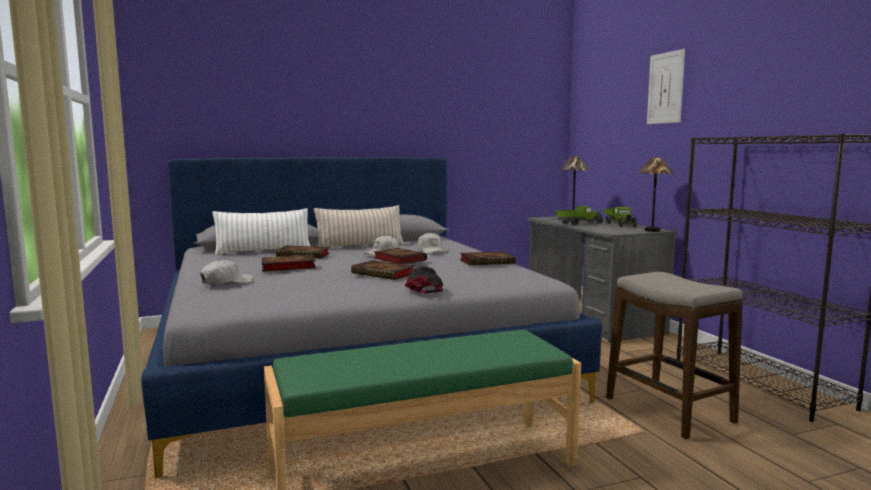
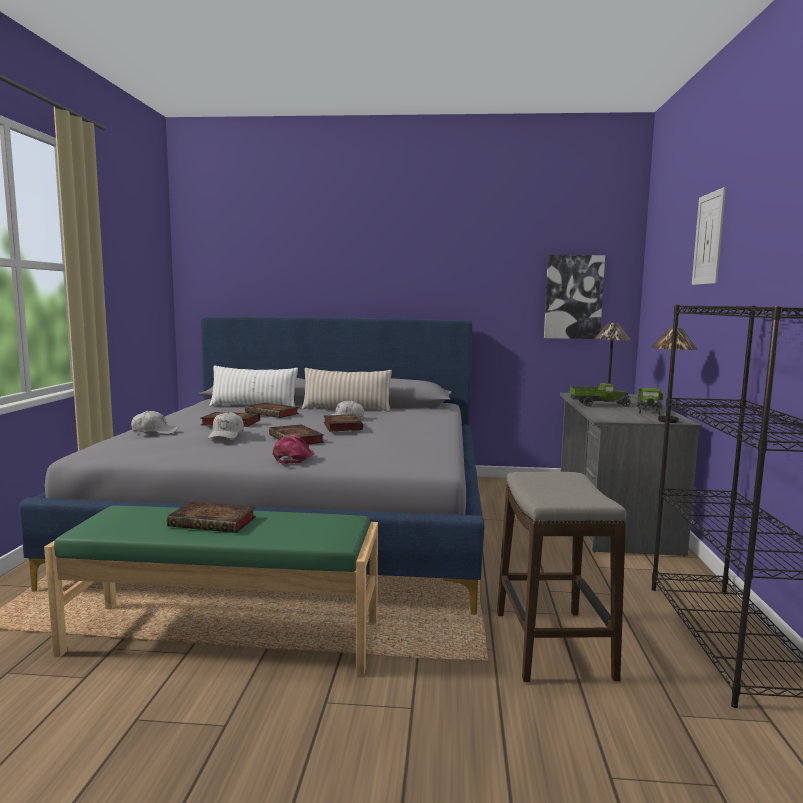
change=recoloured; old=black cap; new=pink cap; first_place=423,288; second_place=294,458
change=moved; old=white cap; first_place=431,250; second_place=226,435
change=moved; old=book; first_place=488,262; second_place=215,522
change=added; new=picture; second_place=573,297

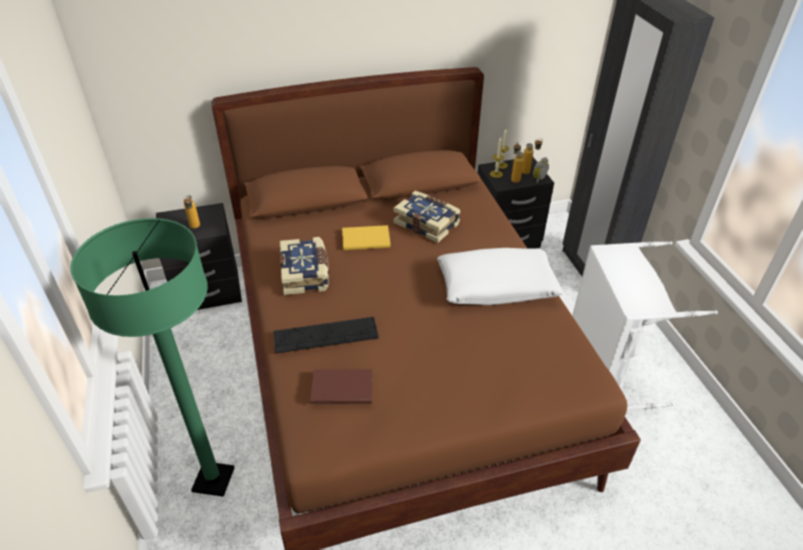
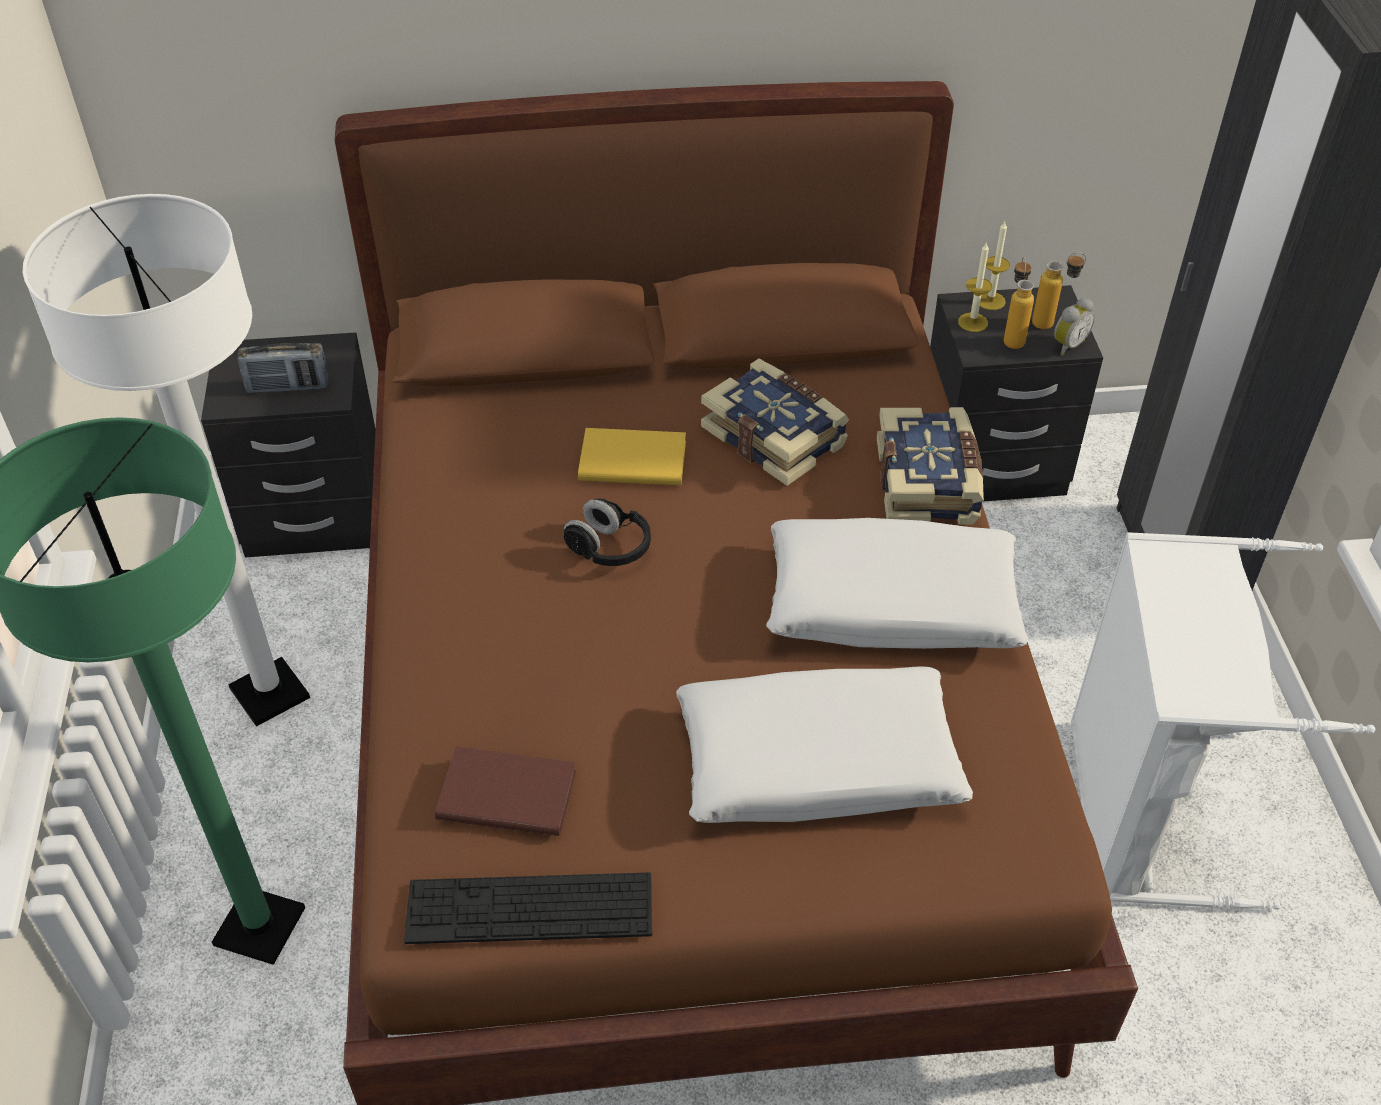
change=replaced; old=bottle; new=radio; first_place=195,228; second_place=288,387
change=moved; old=keyboard; first_place=326,335; second_place=529,908
change=moved; old=book; first_place=306,274; second_place=928,483
change=added; new=white floor lamp; second_place=270,694
change=added; new=black headphones; second_place=609,548
change=added; new=white pillow; second_place=818,763

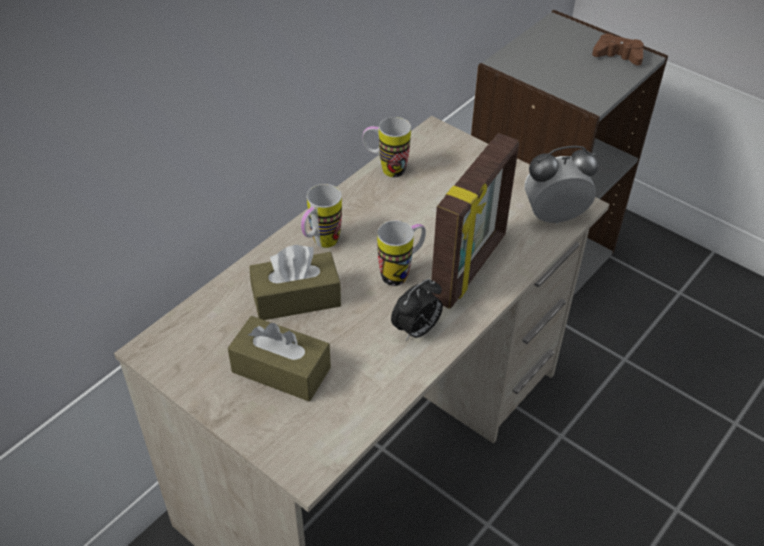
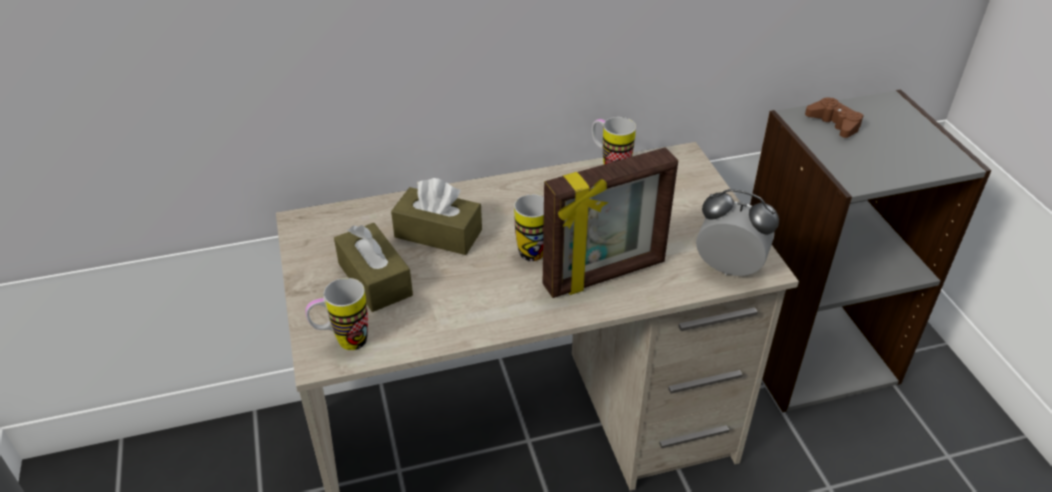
change=moved; old=mug; first_place=320,244; second_place=343,342
change=removed; old=alarm clock; first_place=416,330
change=moved; old=brown game controller; first_place=618,55; second_place=834,123

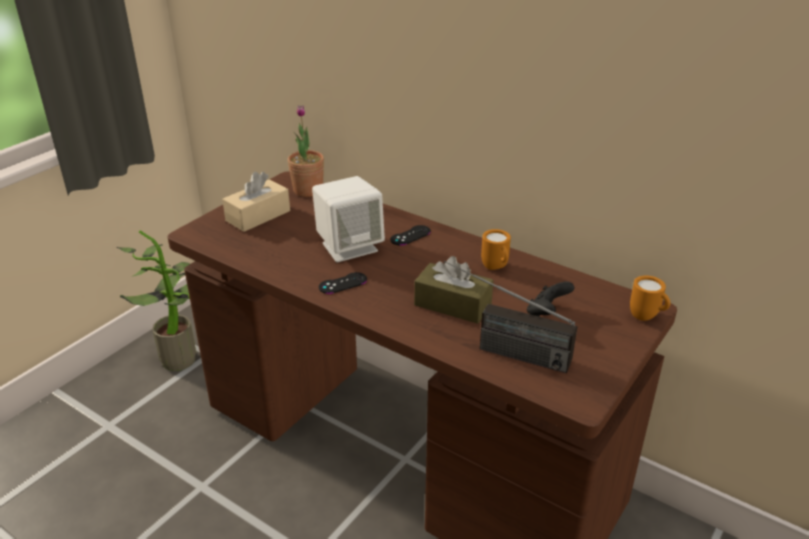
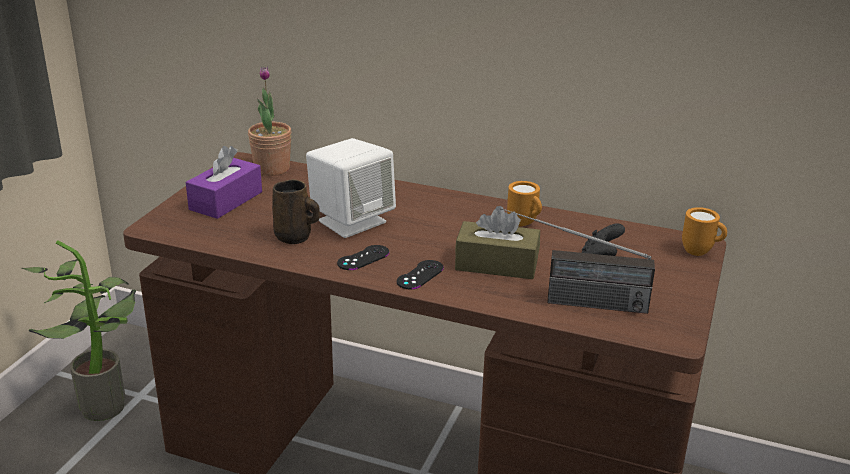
change=recoloured; old=beige tissue box; new=purple tissue box; first_place=258,216; second_place=226,201
change=moved; old=black game controller; first_place=410,235; second_place=420,275
change=added; new=brown mug; second_place=295,237

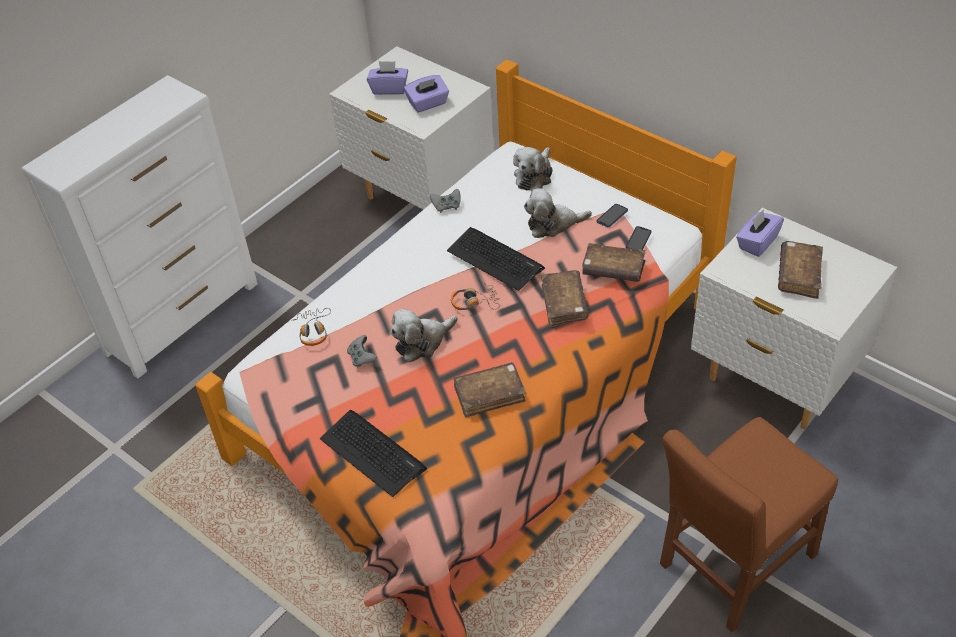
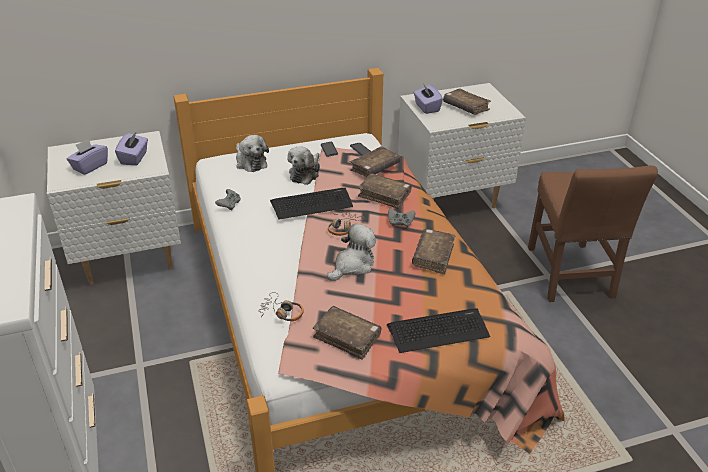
change=moved; old=grey game controller; first_place=362,358; second_place=400,223
change=turned; old=plush toy; first_place=422,342; second_place=352,265; degrees=-135
change=added; new=brown book; second_place=347,337

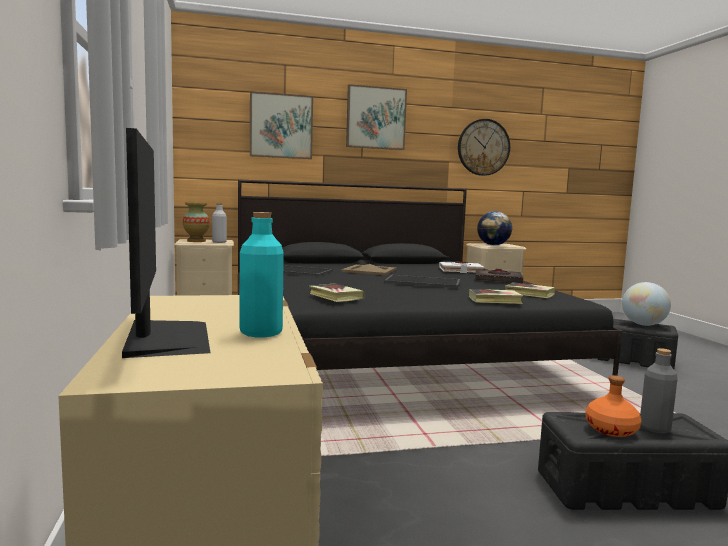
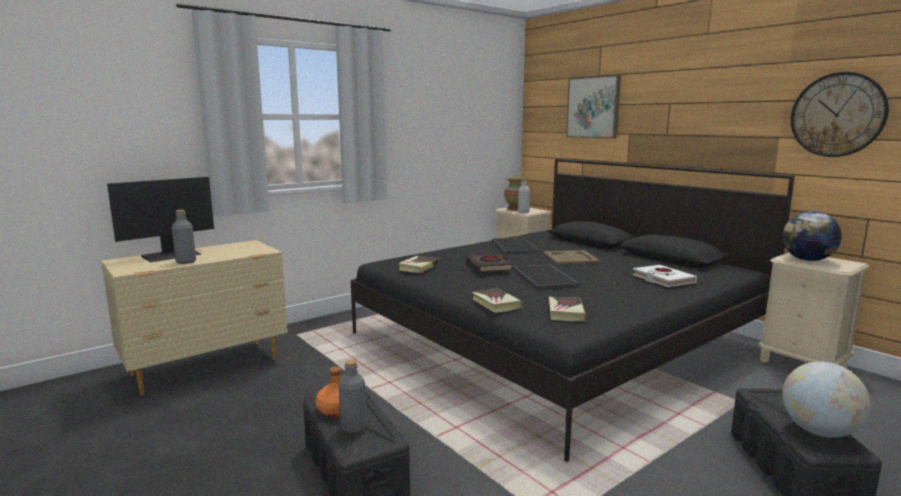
change=recoloured; old=turquoise bottle; new=grey bottle; first_place=261,332; second_place=186,262
change=removed; old=picture; first_place=376,118
change=moved; old=black book; first_place=498,280; second_place=489,266

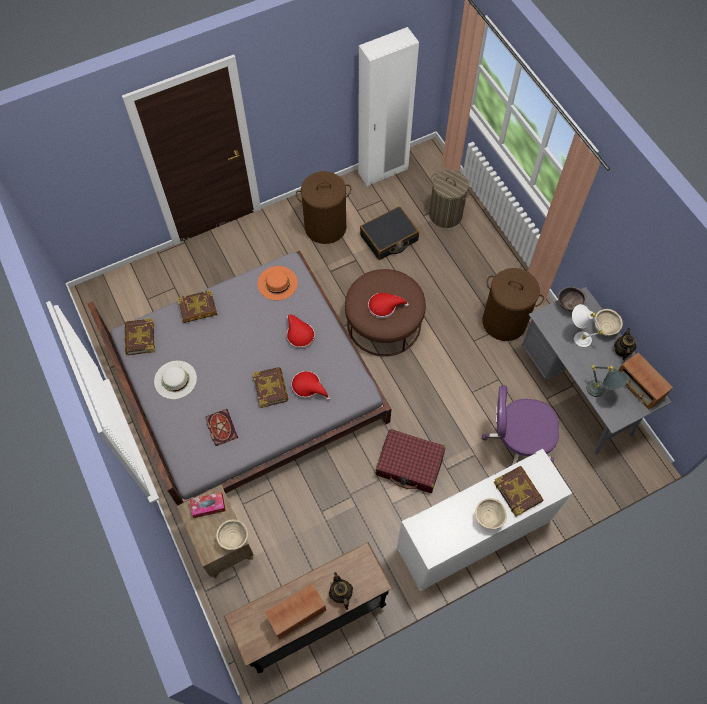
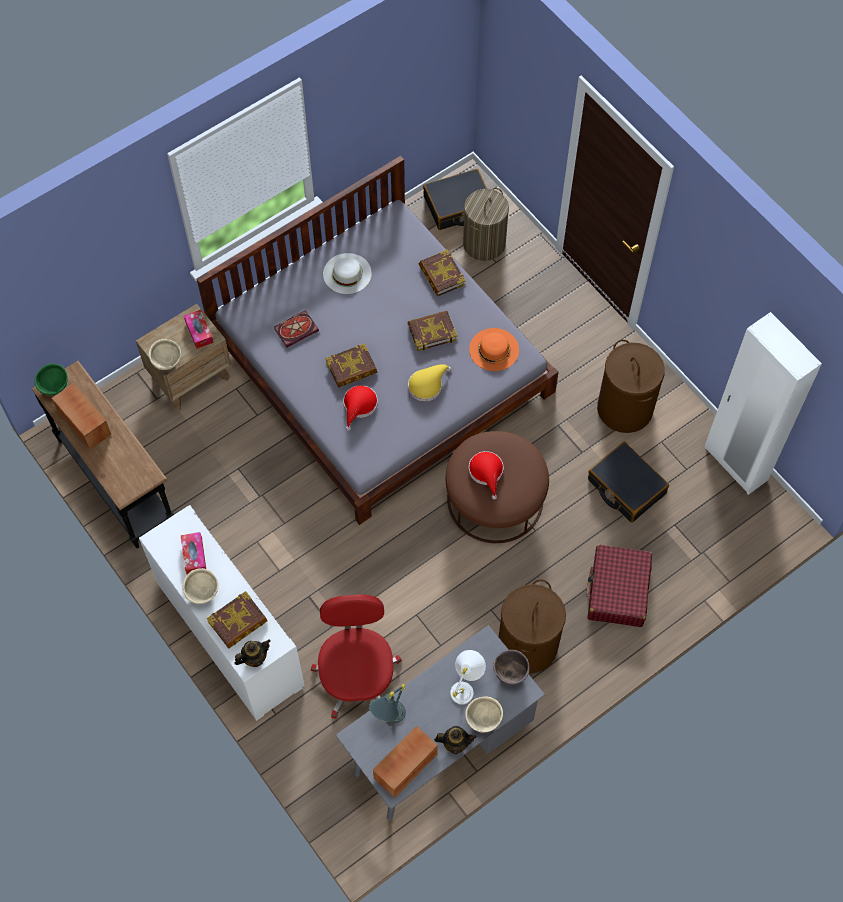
change=moved; old=book; first_place=140,338; second_place=432,332
change=recoloured; old=red hat; new=yellow hat; first_place=299,335; second_place=427,385
change=moved; old=teapot; first_place=341,594; second_place=254,658
change=moved; old=red suitcase; first_place=410,464; second_place=618,591
change=moved; old=laundry basket; first_place=445,214; second_place=484,243
change=recoloured; old=purple office chair; new=red office chair; first_place=517,441; second_place=357,675
change=added; new=green bowl; second_place=54,387
change=added; new=tissue box; second_place=194,556
change=added; new=black suitcase; second_place=458,206

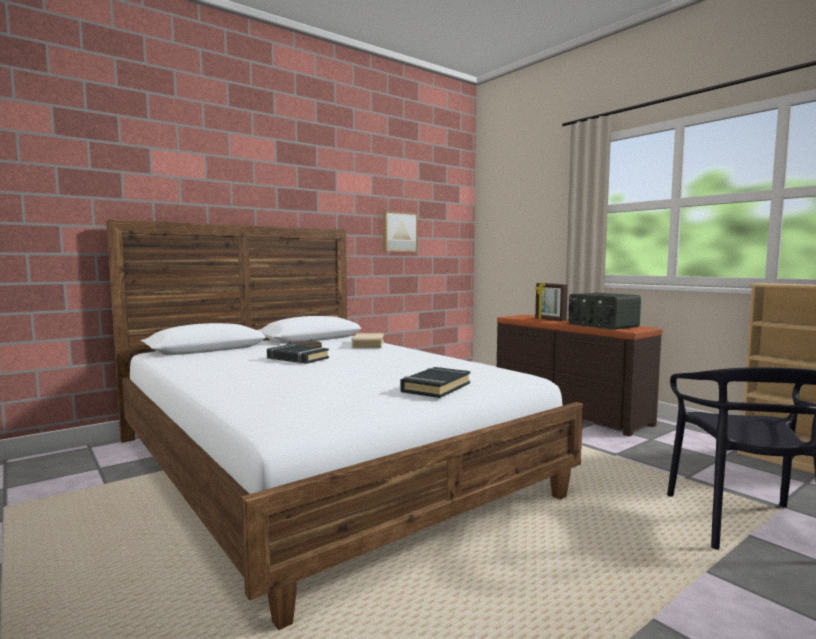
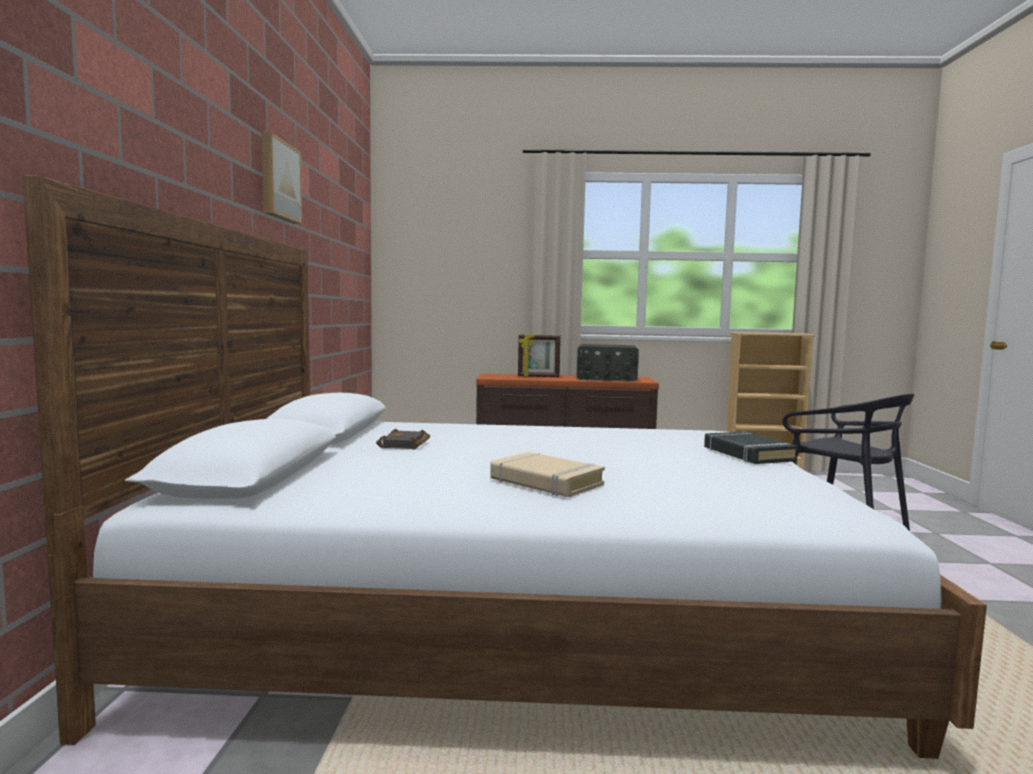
change=removed; old=black book; first_place=297,358
change=moved; old=beige book; first_place=368,344; second_place=545,482
change=moved; old=picture; first_place=399,232; second_place=278,180

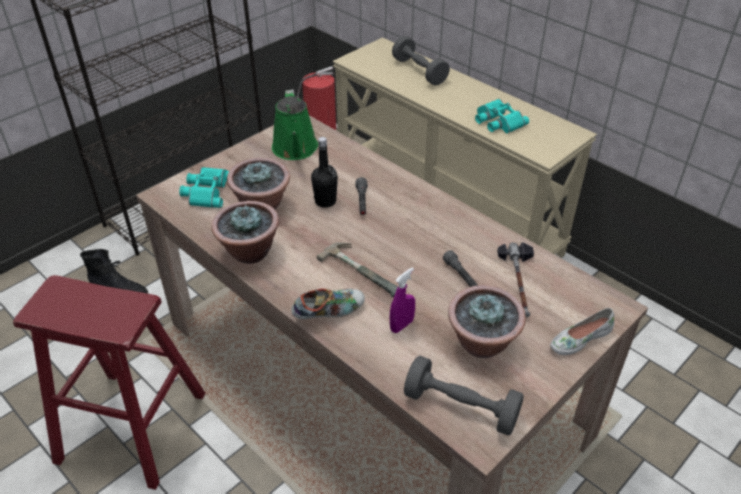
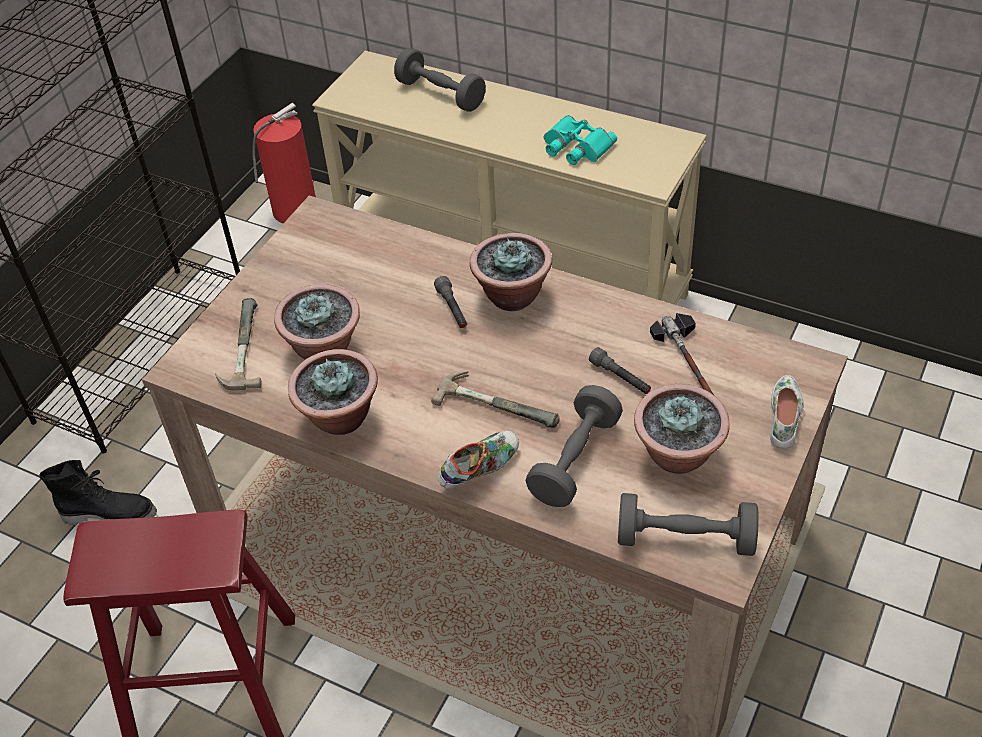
change=replaced; old=turquoise binoculars; new=hammer; first_place=206,191; second_place=238,348
change=removed; old=green watering can; first_place=295,150
change=removed; old=black bottle; first_place=325,201
change=replaced; old=purple spray bottle; new=grey dumbbell; first_place=401,325; second_place=575,460
change=turned; old=white shoe; first_place=579,338; second_place=785,417; degrees=150
change=added; new=potted plant; second_place=512,296

